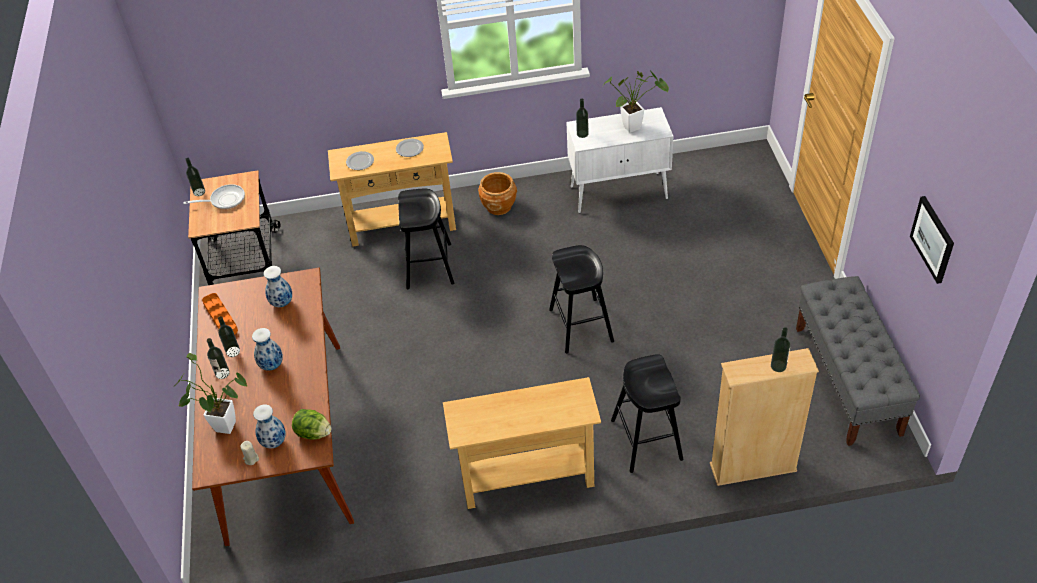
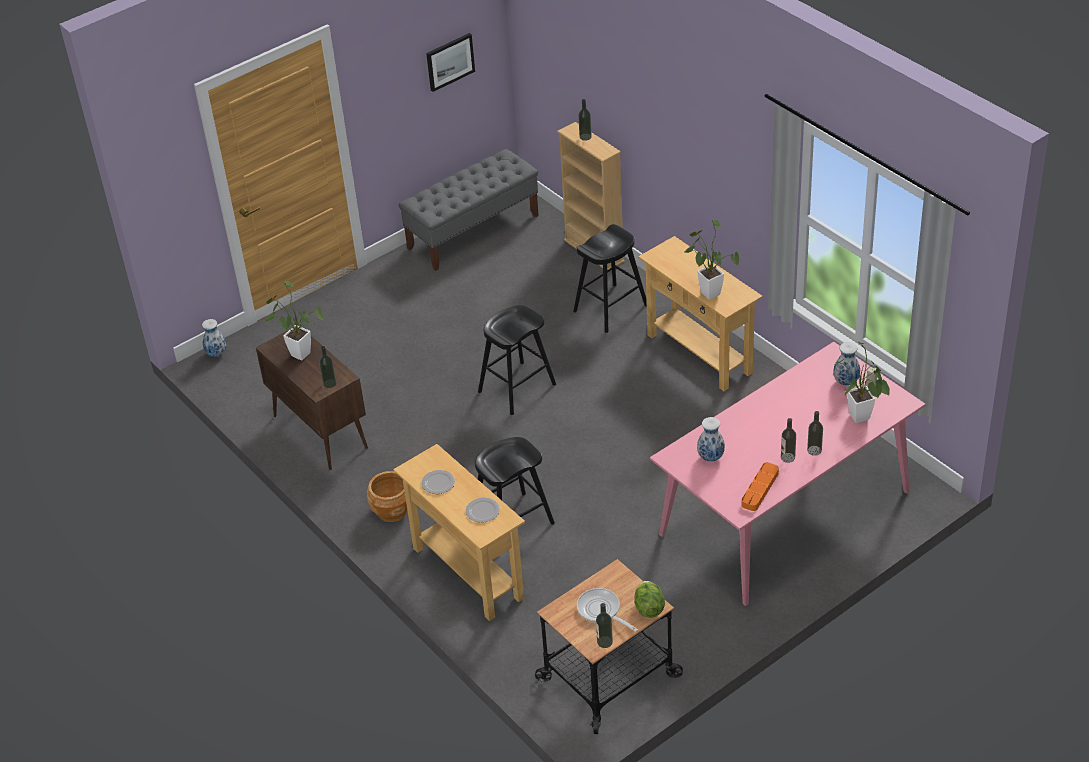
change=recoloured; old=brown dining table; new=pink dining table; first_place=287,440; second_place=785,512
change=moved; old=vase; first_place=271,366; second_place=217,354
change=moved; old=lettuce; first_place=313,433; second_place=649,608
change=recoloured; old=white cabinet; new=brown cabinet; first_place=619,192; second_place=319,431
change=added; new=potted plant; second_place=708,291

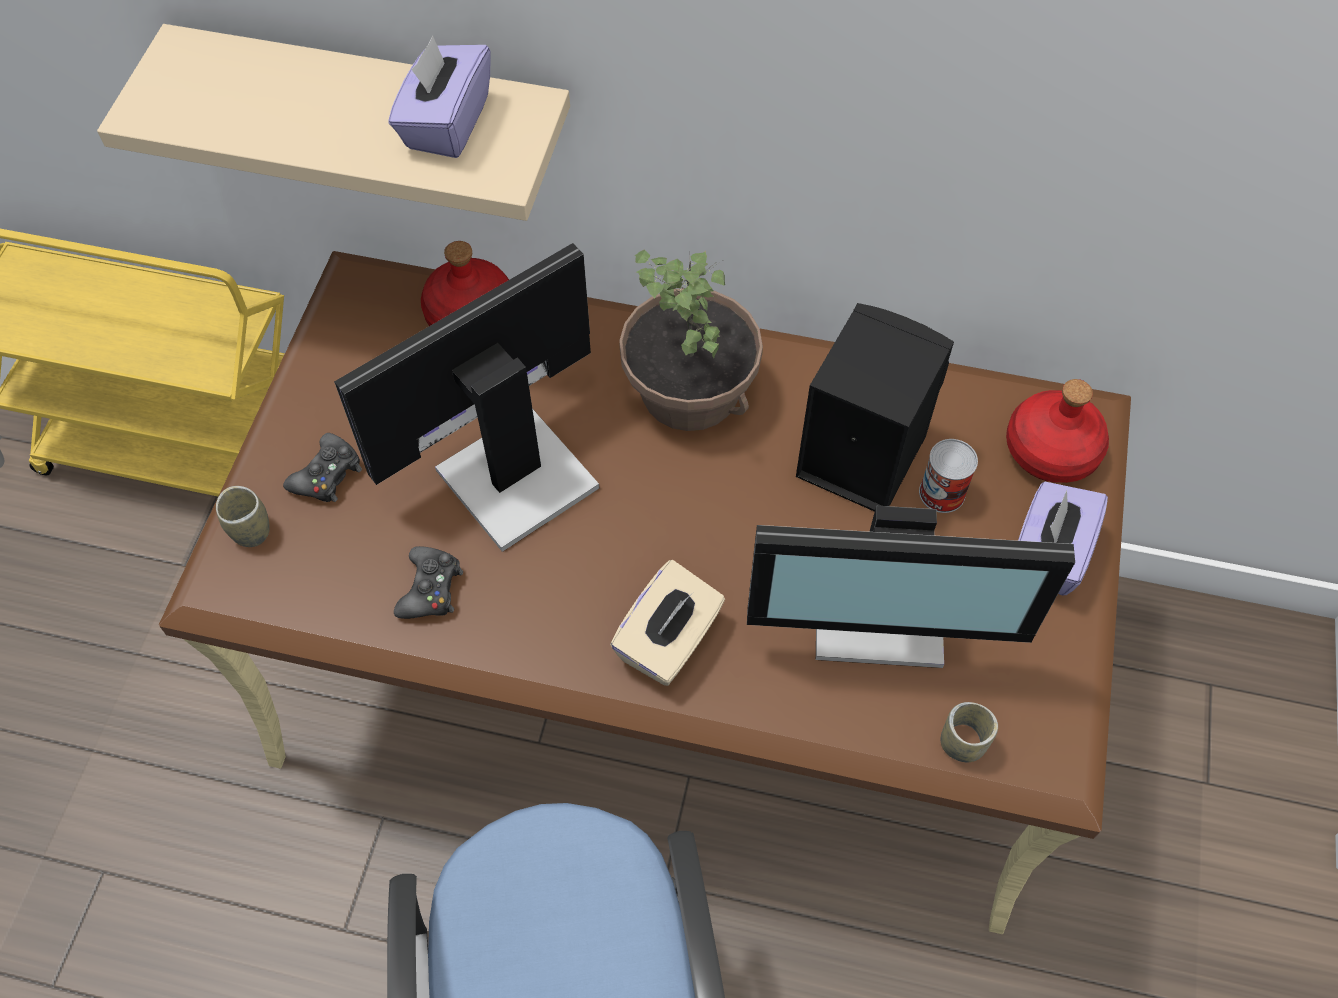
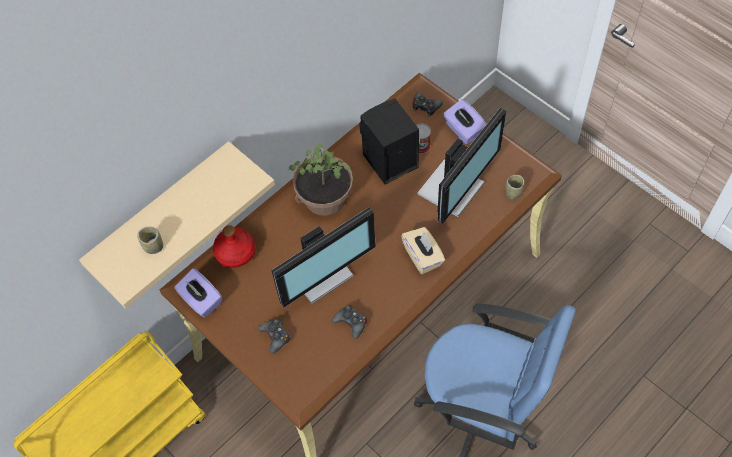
change=moved; old=cup; first_place=251,531; second_place=153,247
change=turned; old=monitor; first_place=511,475; second_place=320,273; degrees=-120
change=moved; old=purple tissue box; first_place=446,123; second_place=201,300
change=replaced; old=red bottle; new=black game controller; first_place=1049,450; second_place=426,106

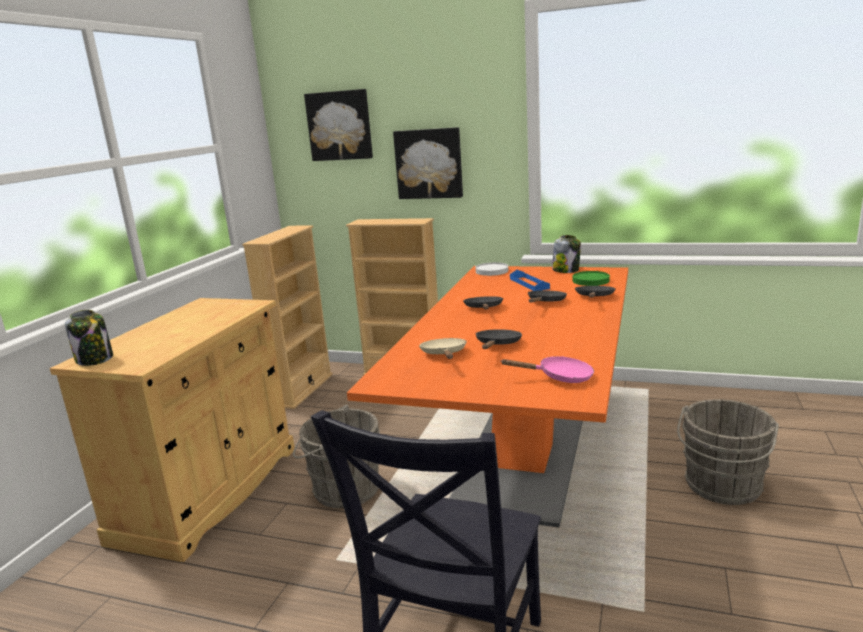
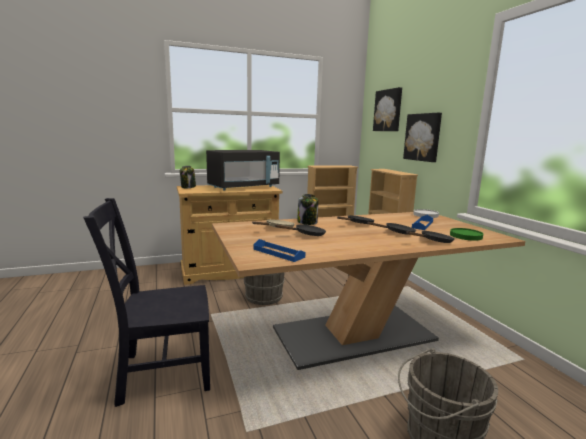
change=recoloured; old=orange dining table; new=beige dining table; first_place=523,458; second_place=353,335
change=replaced; old=pink frying pan; new=blue tray; first_place=560,377; second_place=278,253
change=moved; old=jar; first_place=566,270; second_place=307,222
change=added; new=black microwave; second_place=244,187

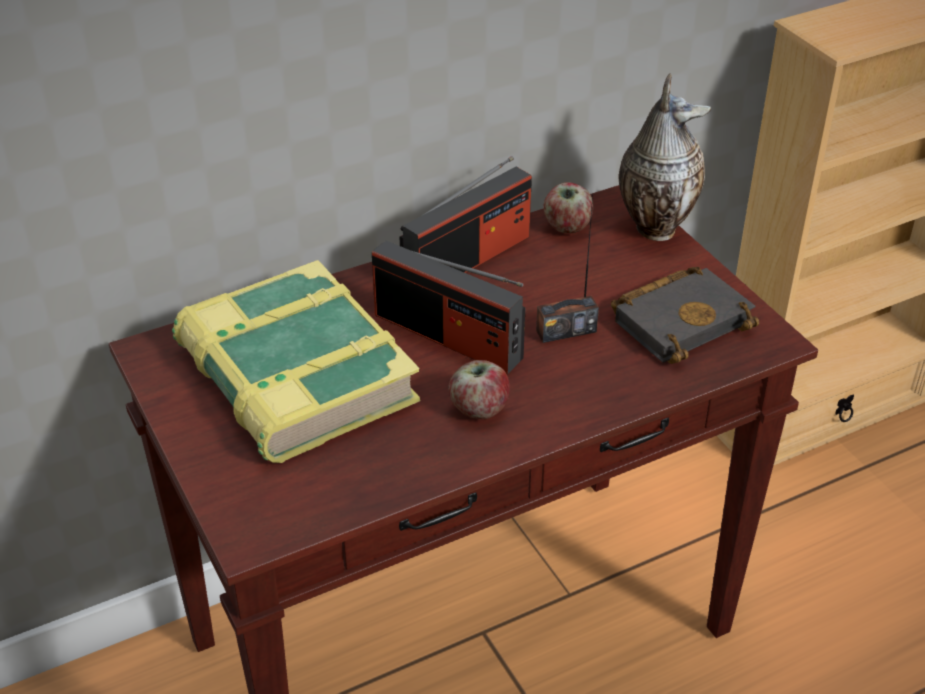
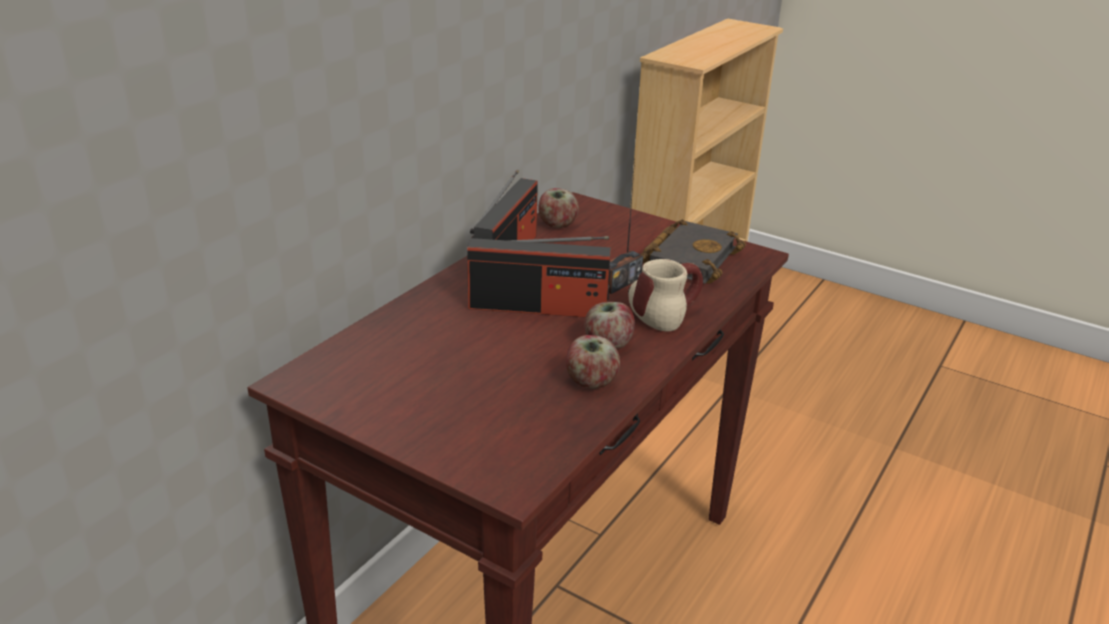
change=removed; old=book; first_place=294,377
change=removed; old=vase; first_place=654,226
change=added; new=apple; second_place=591,382
change=added; new=mug; second_place=661,313

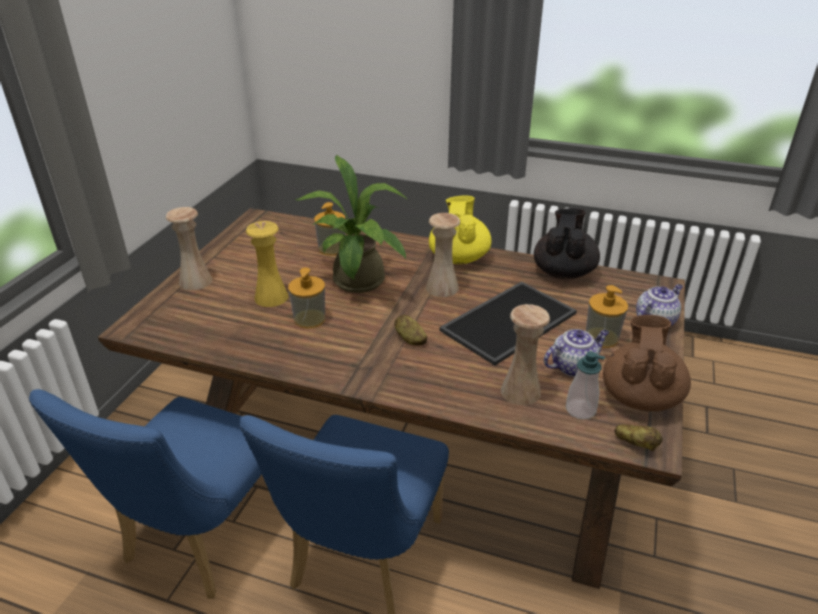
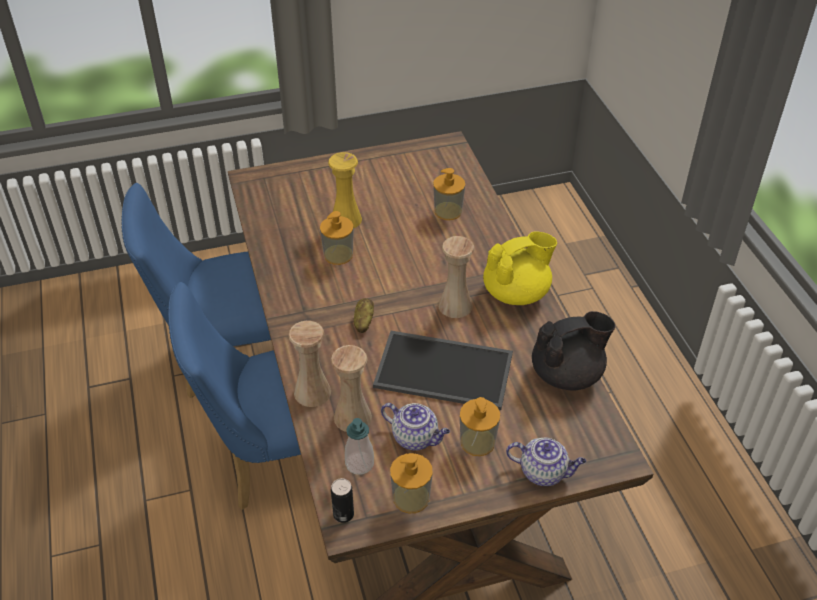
change=moved; old=beige vase; first_place=195,281; second_place=312,392
change=removed; old=potted plant; first_place=359,285
change=replaced; old=brown teapot; new=soap dispenser; first_place=640,396; second_place=411,497
change=replaced; old=potato; new=can; first_place=636,444; second_place=343,514

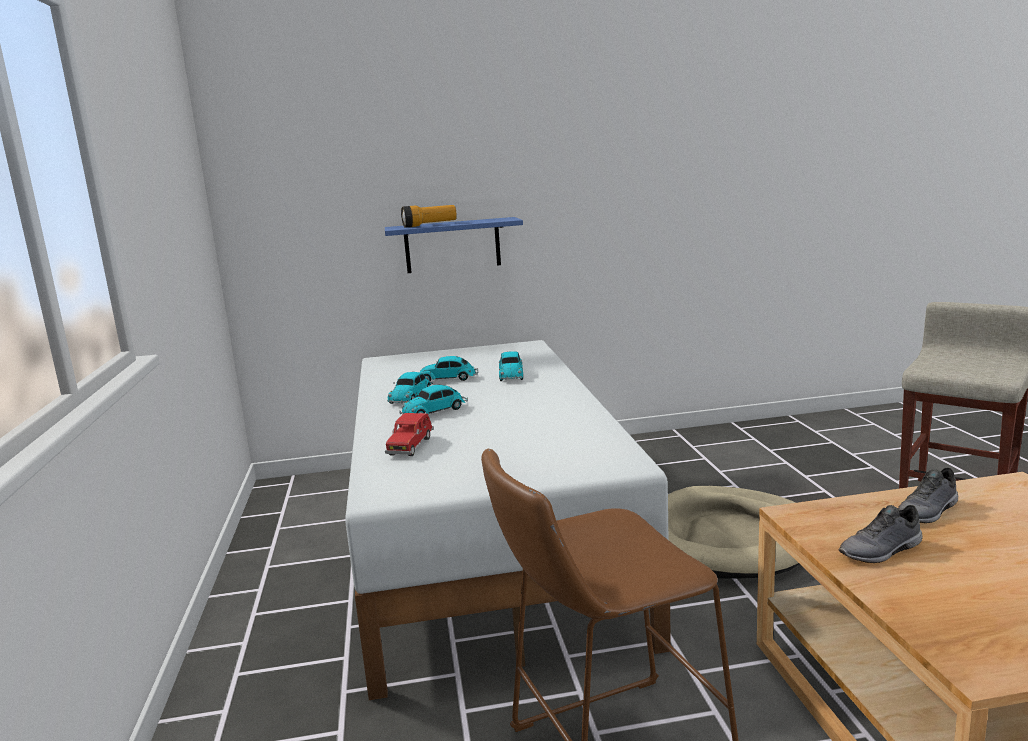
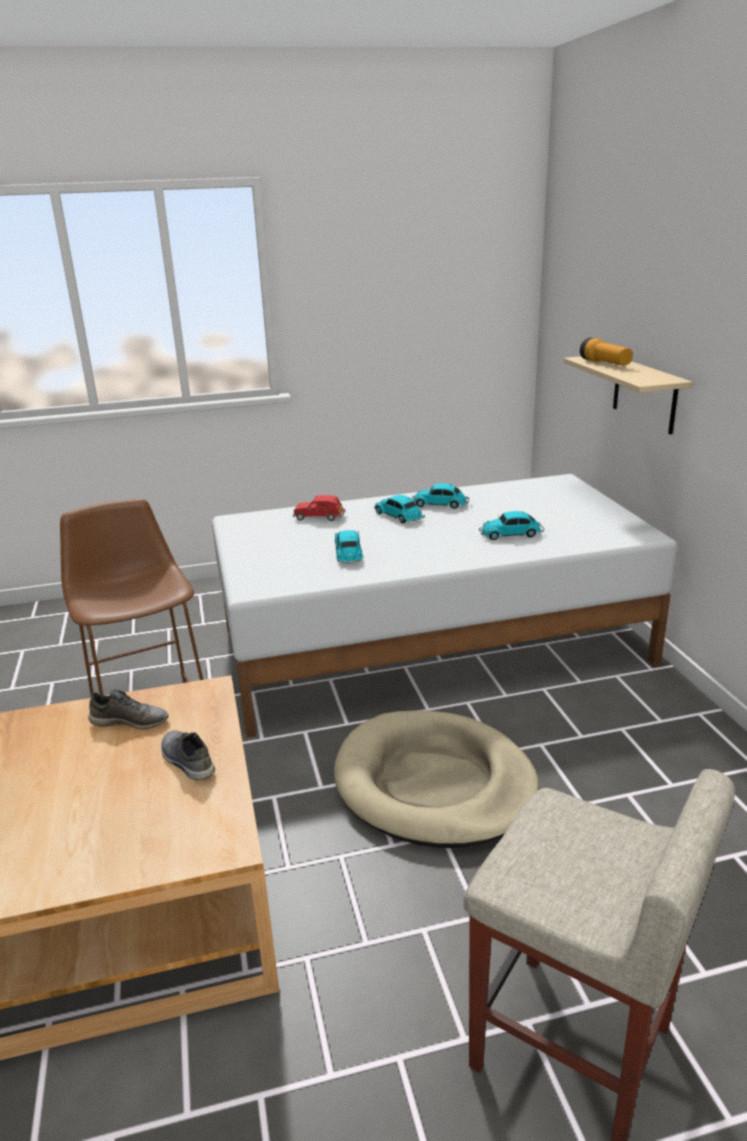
change=recoloured; old=blue shelf; new=beige shelf; first_place=452,245; second_place=644,393
change=moved; old=toy car; first_place=448,378; second_place=348,554
change=turned; old=grey shoe; first_place=882,551; second_place=130,721; degrees=120

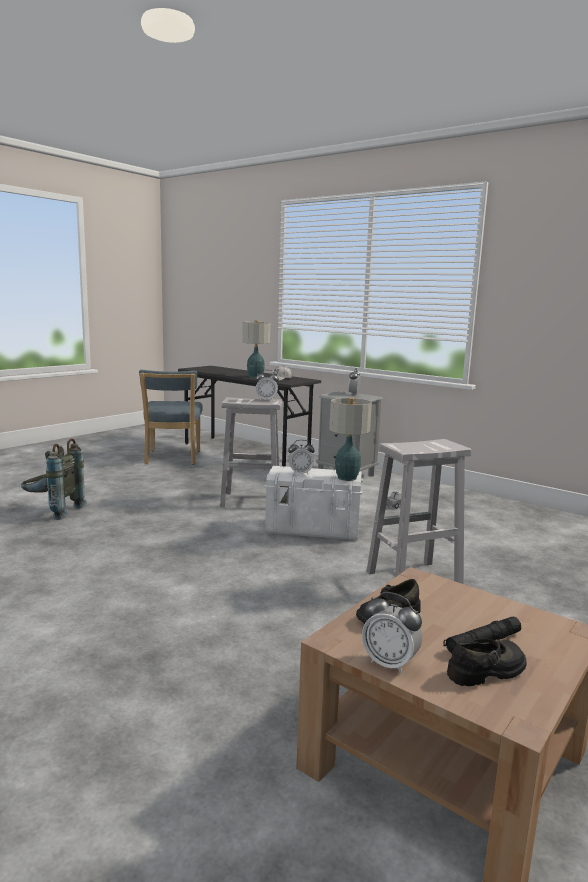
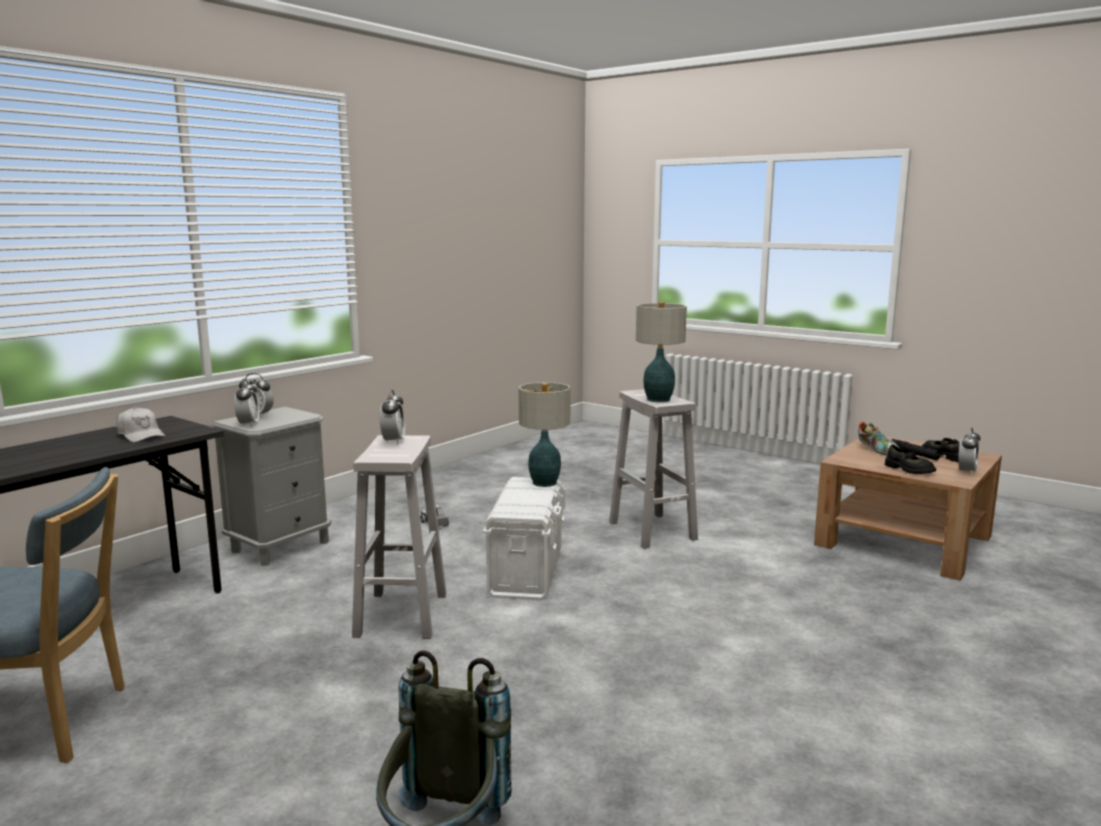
change=moved; old=table lamp; first_place=255,376; second_place=659,399
change=moved; old=alarm clock; first_place=300,473; second_place=248,424
change=added; new=shoe; second_place=877,451

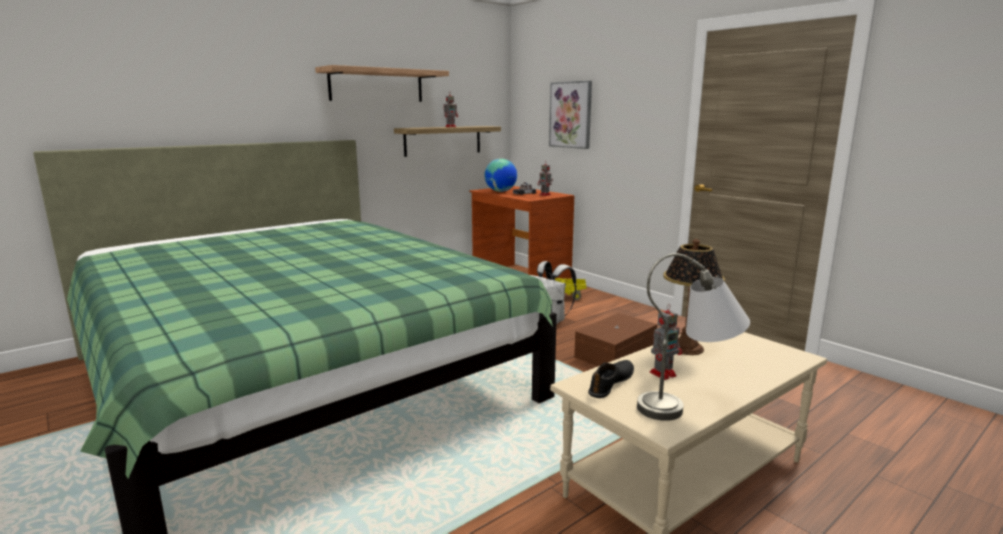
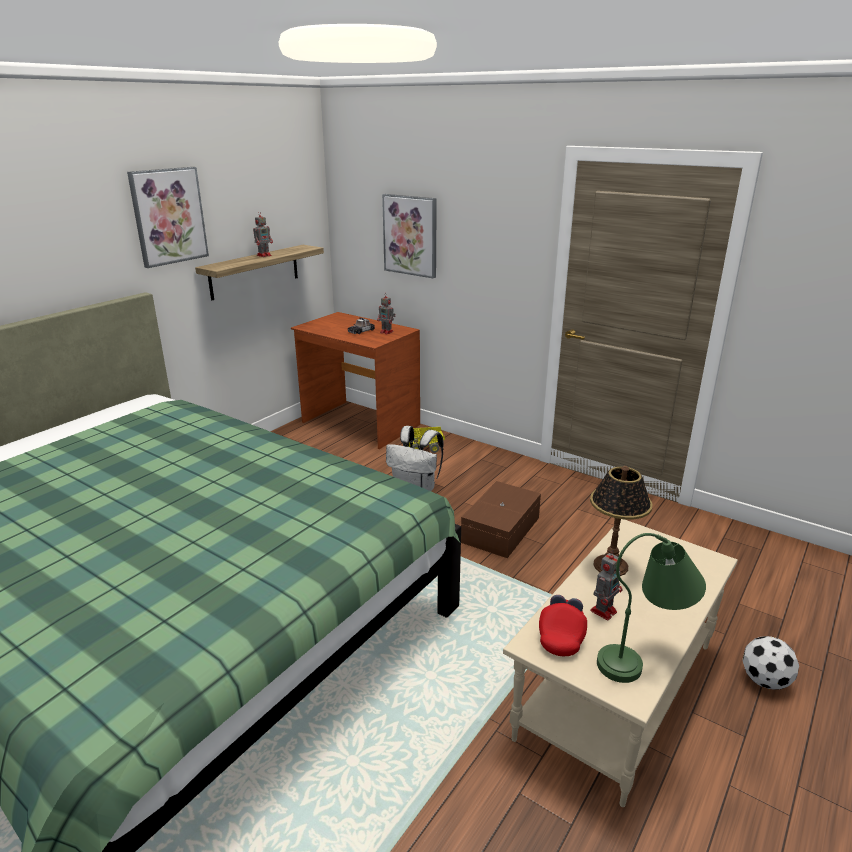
change=replaced; old=shelf; new=picture; first_place=376,85; second_place=168,216
change=removed; old=globe; first_place=501,191
change=replaced; old=black shoe; new=red cap; first_place=611,383; second_place=561,635
change=recoloured; old=grey table lamp; new=green table lamp; first_place=689,407; second_place=644,657
change=added; new=football; second_place=765,681

